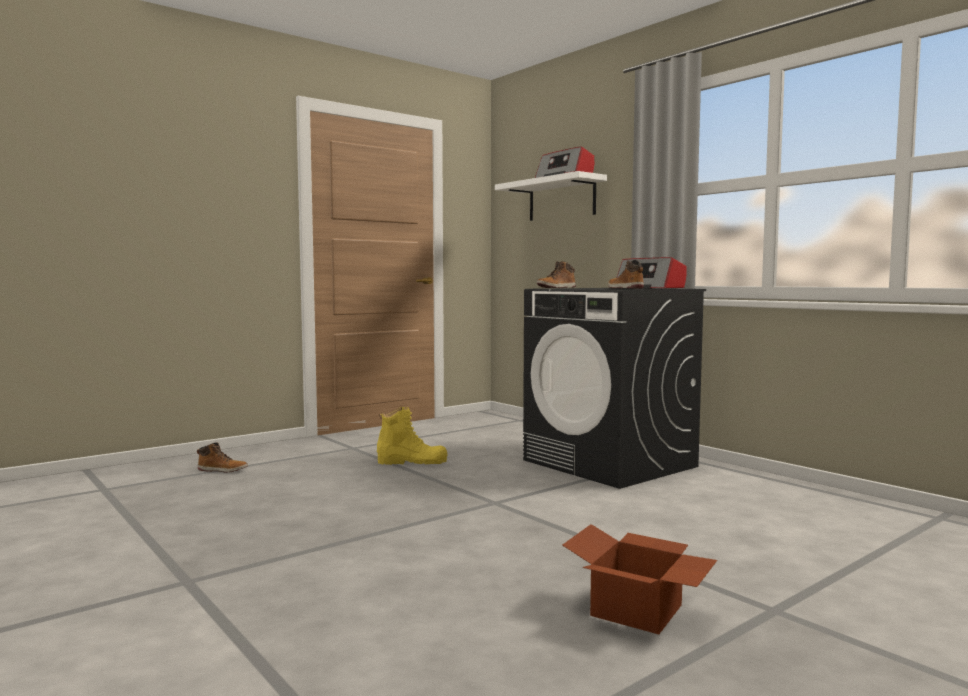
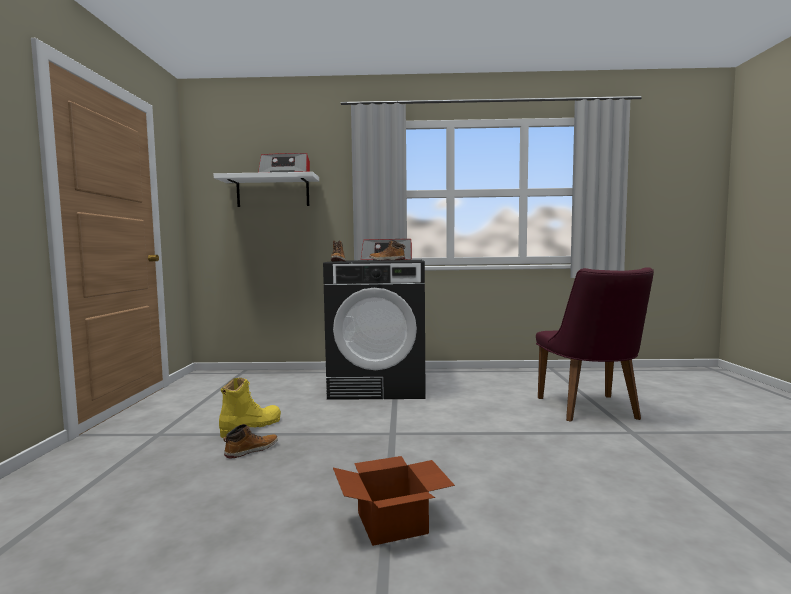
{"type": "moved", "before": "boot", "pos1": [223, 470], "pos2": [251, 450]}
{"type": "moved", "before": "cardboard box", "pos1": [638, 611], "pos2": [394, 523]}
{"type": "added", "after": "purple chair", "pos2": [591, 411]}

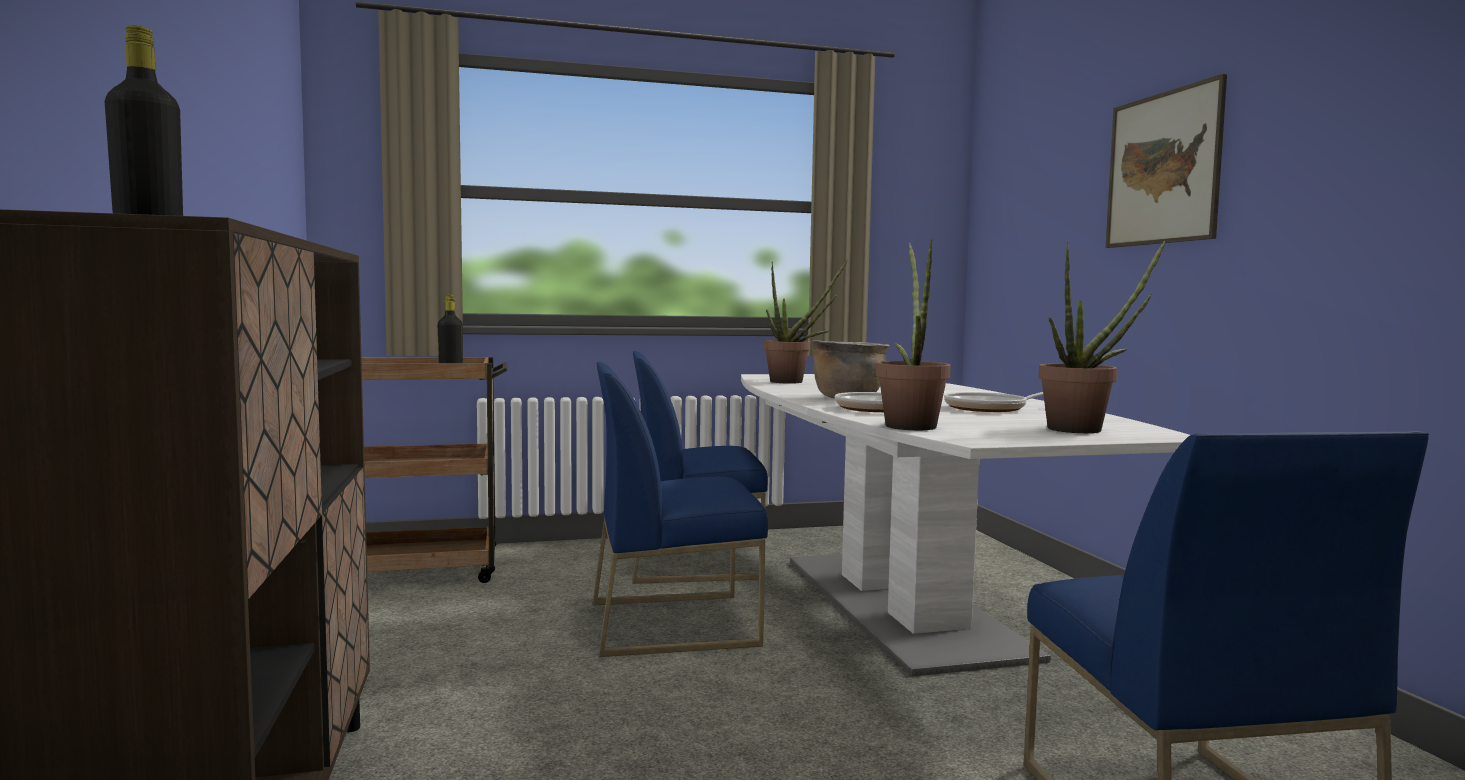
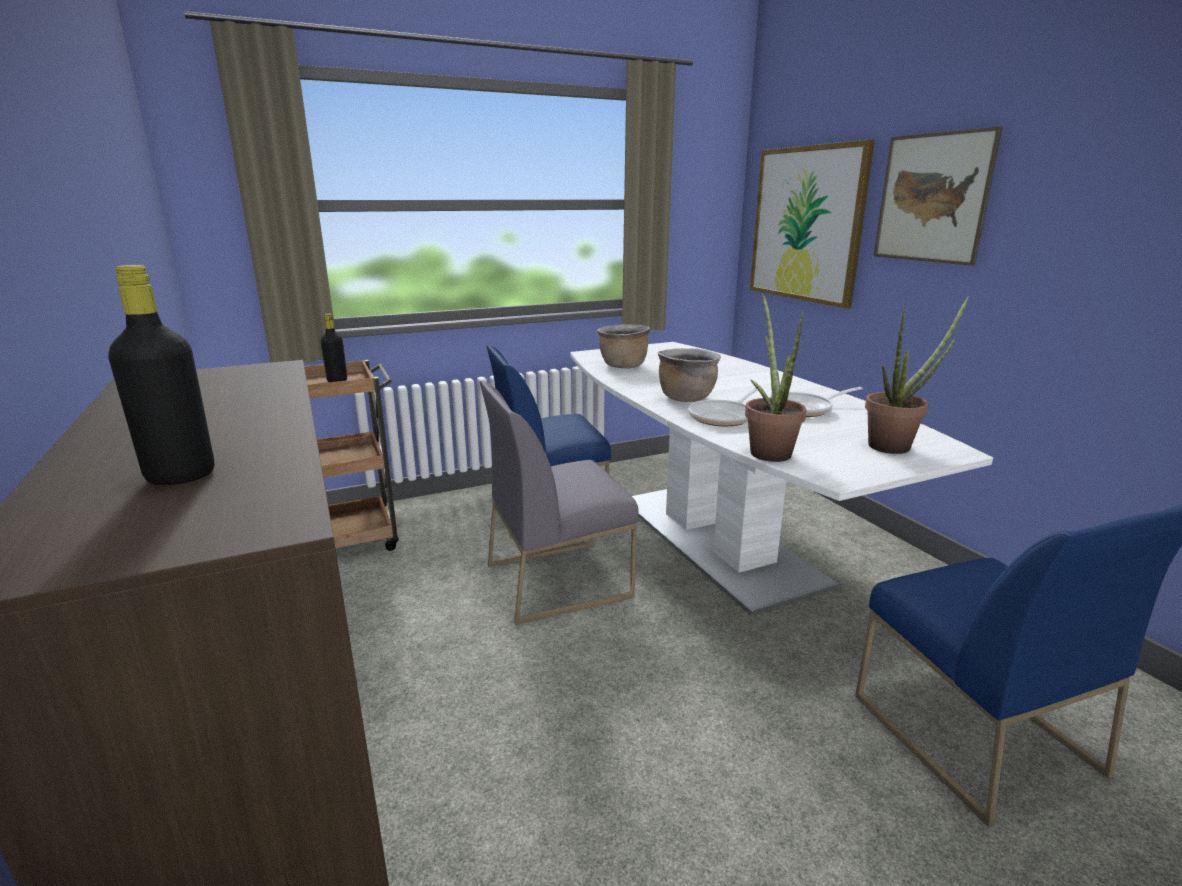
{"type": "replaced", "before": "potted plant", "after": "brown cooking pot", "pos1": [794, 382], "pos2": [623, 366]}
{"type": "recoloured", "before": "blue chair", "after": "grey chair", "pos1": [674, 623], "pos2": [559, 579]}
{"type": "added", "after": "picture", "pos2": [806, 224]}

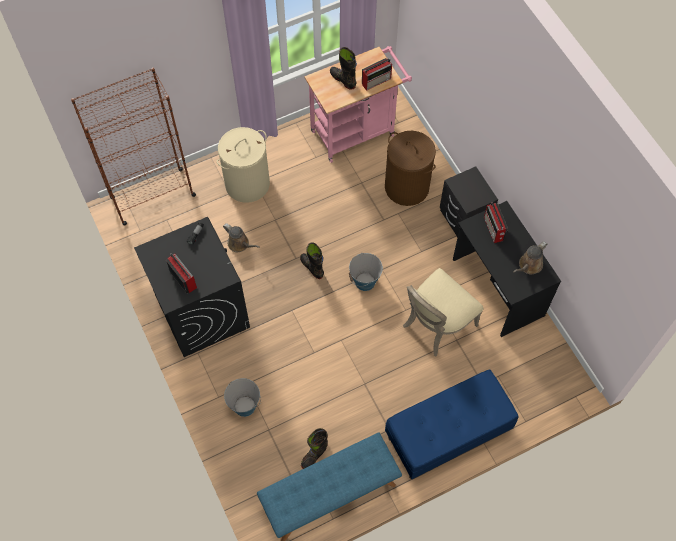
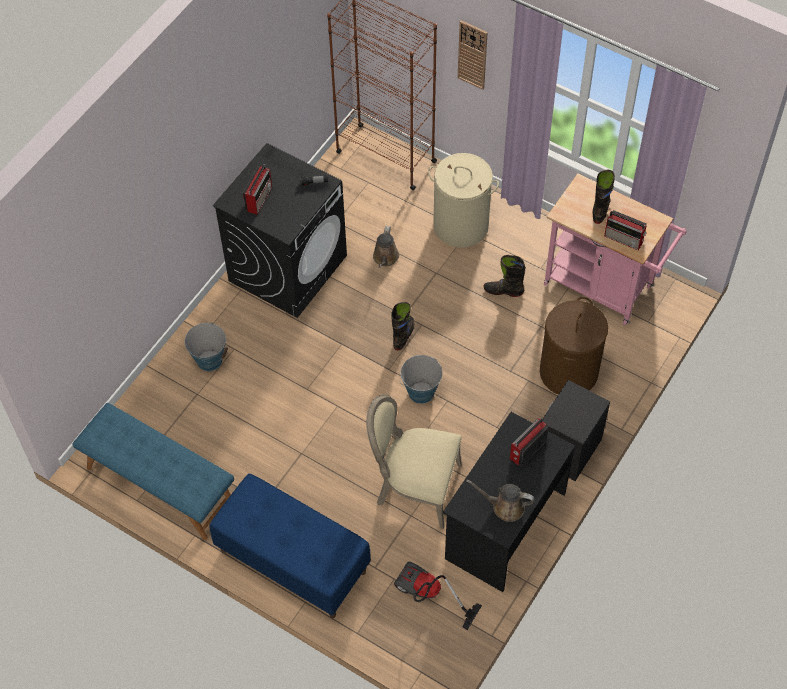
{"type": "moved", "before": "black boot", "pos1": [314, 455], "pos2": [503, 291]}
{"type": "added", "after": "wall clock", "pos2": [472, 54]}
{"type": "added", "after": "vacuum cleaner", "pos2": [428, 596]}

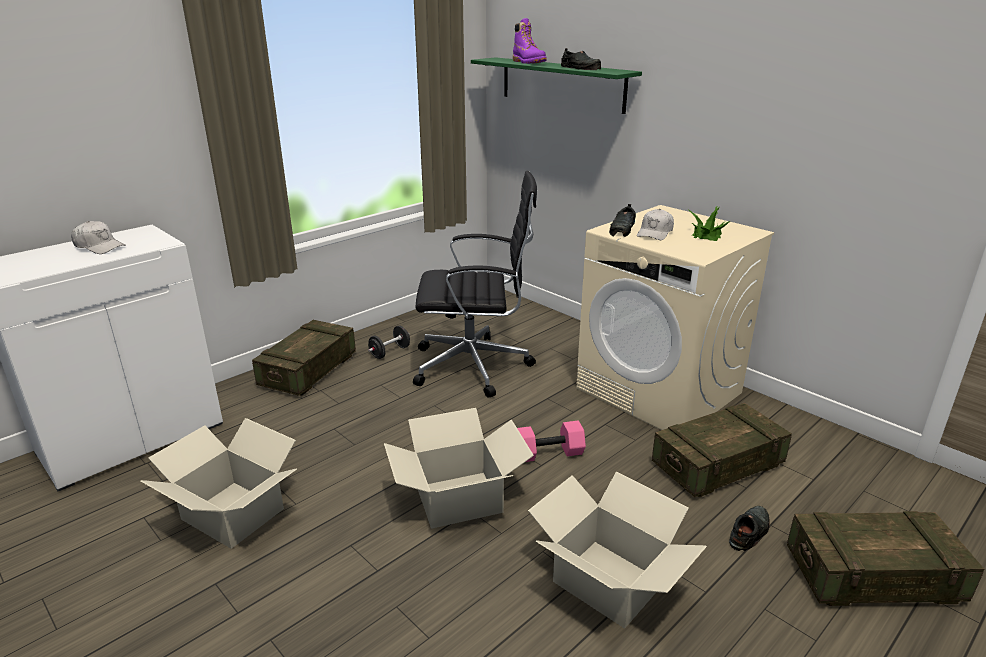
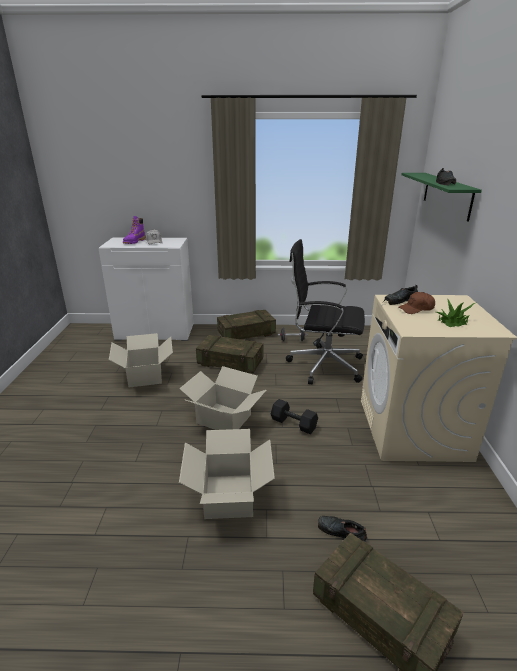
{"type": "moved", "before": "purple boot", "pos1": [528, 62], "pos2": [134, 242]}
{"type": "turned", "before": "black office chair", "pos1": [475, 366], "pos2": [323, 365], "turn": 150}
{"type": "recoloured", "before": "white cap", "after": "brown cap", "pos1": [655, 233], "pos2": [416, 309]}
{"type": "moved", "before": "crate", "pos1": [717, 465], "pos2": [230, 363]}
{"type": "recoloured", "before": "pink dumbbell", "after": "black dumbbell", "pos1": [547, 454], "pos2": [293, 424]}
{"type": "turned", "before": "black shoe", "pos1": [749, 531], "pos2": [340, 532], "turn": -150}

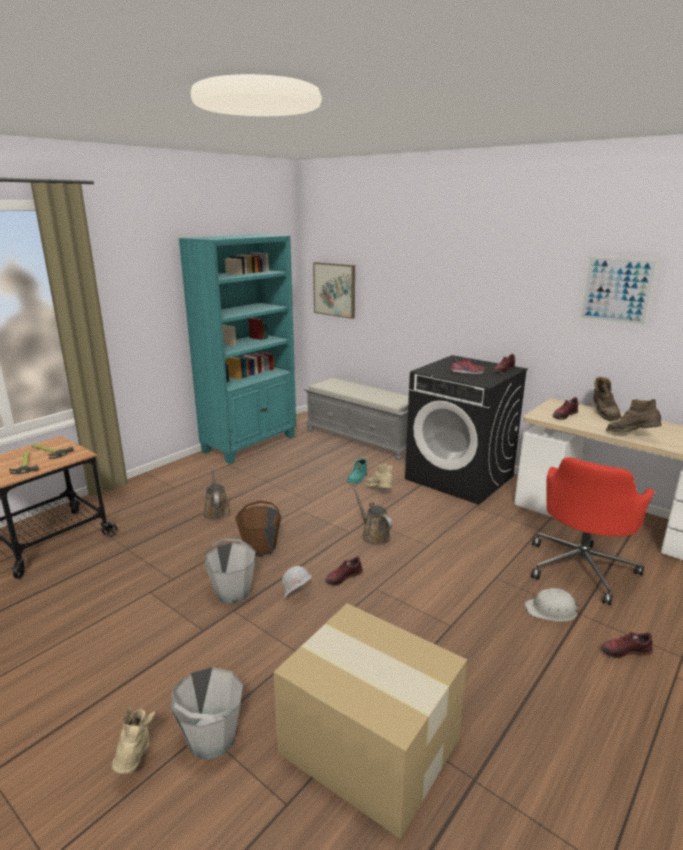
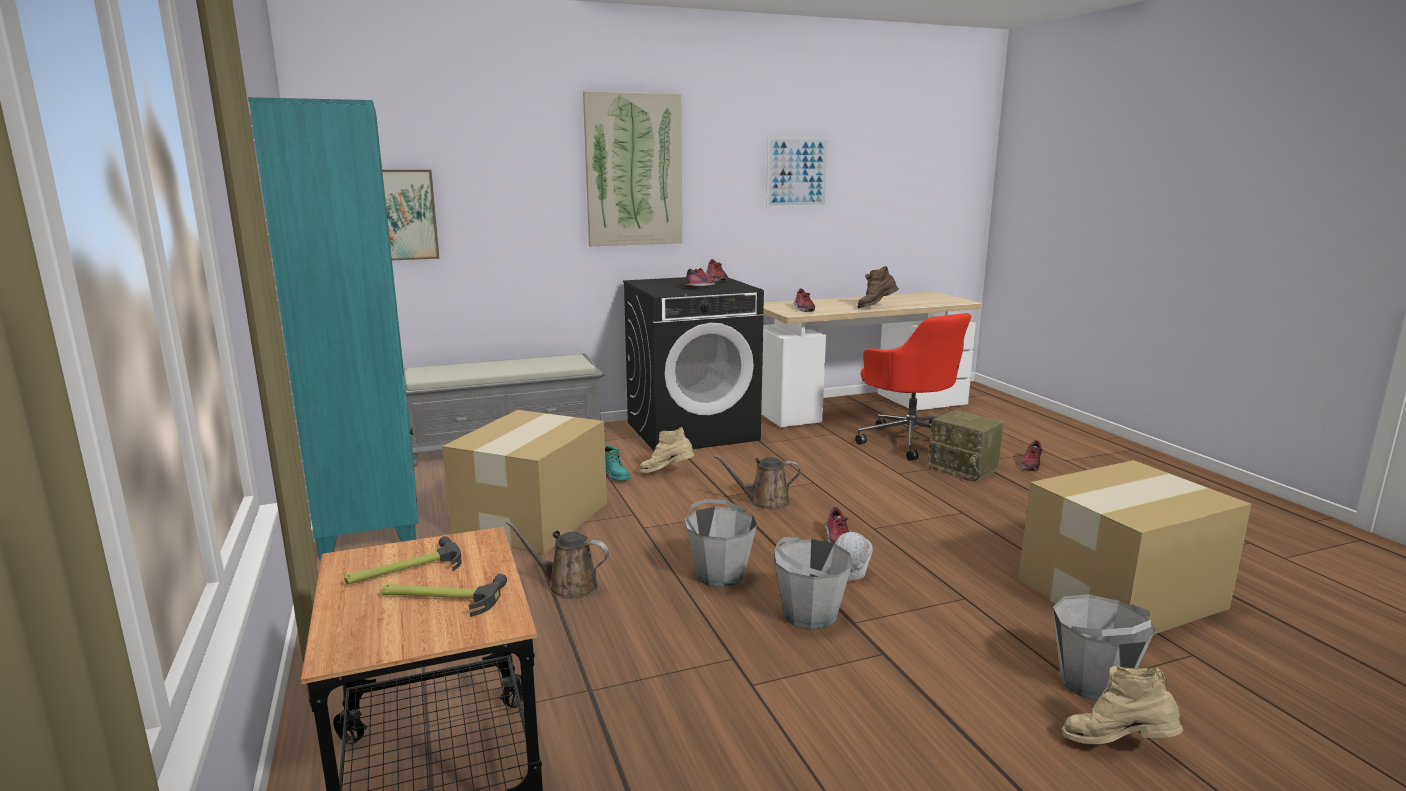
{"type": "removed", "before": "brown boot", "pos1": [603, 414]}
{"type": "recoloured", "before": "brown bucket", "after": "grey bucket", "pos1": [260, 549], "pos2": [720, 574]}
{"type": "replaced", "before": "white hard hat", "after": "radio", "pos1": [551, 610], "pos2": [964, 469]}
{"type": "added", "after": "picture", "pos2": [633, 170]}
{"type": "added", "after": "cardboard box", "pos2": [534, 518]}

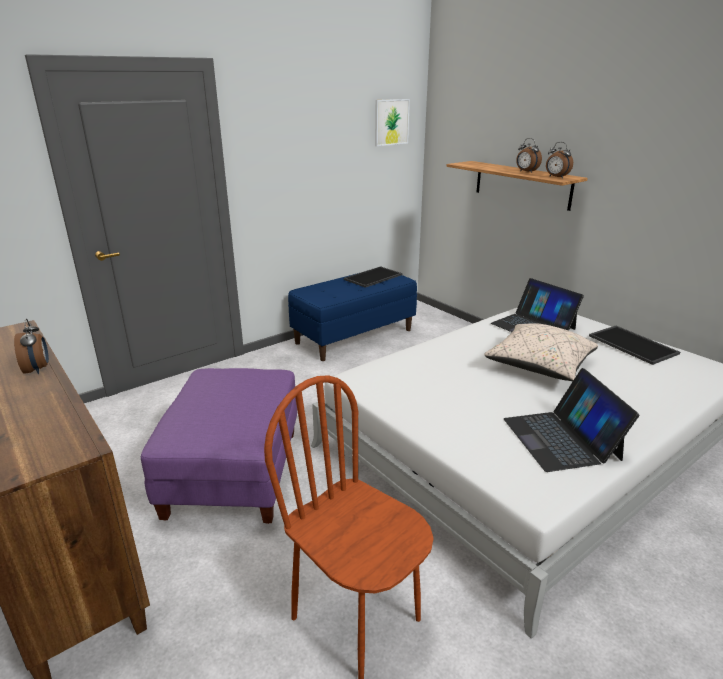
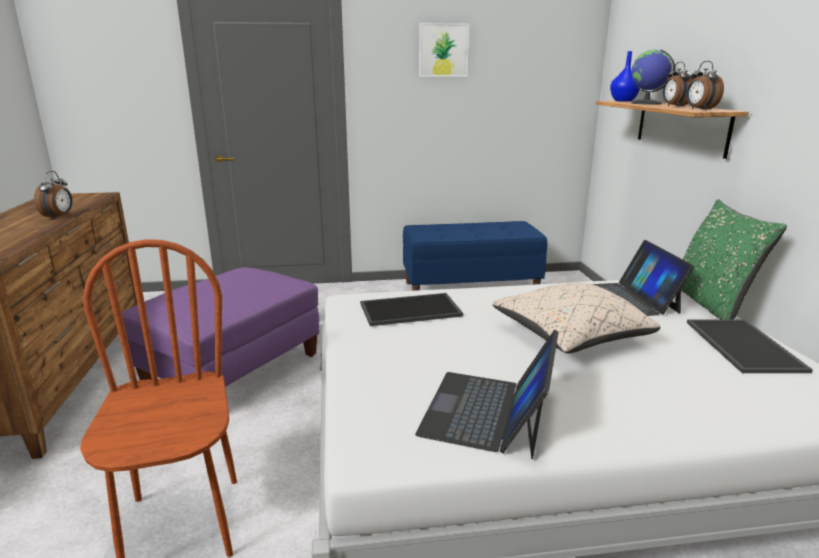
{"type": "moved", "before": "picture", "pos1": [391, 122], "pos2": [443, 50]}
{"type": "moved", "before": "tray", "pos1": [373, 277], "pos2": [409, 310]}
{"type": "added", "after": "globe", "pos2": [646, 103]}
{"type": "added", "after": "blue vase", "pos2": [624, 101]}
{"type": "added", "after": "green pillow", "pos2": [710, 303]}

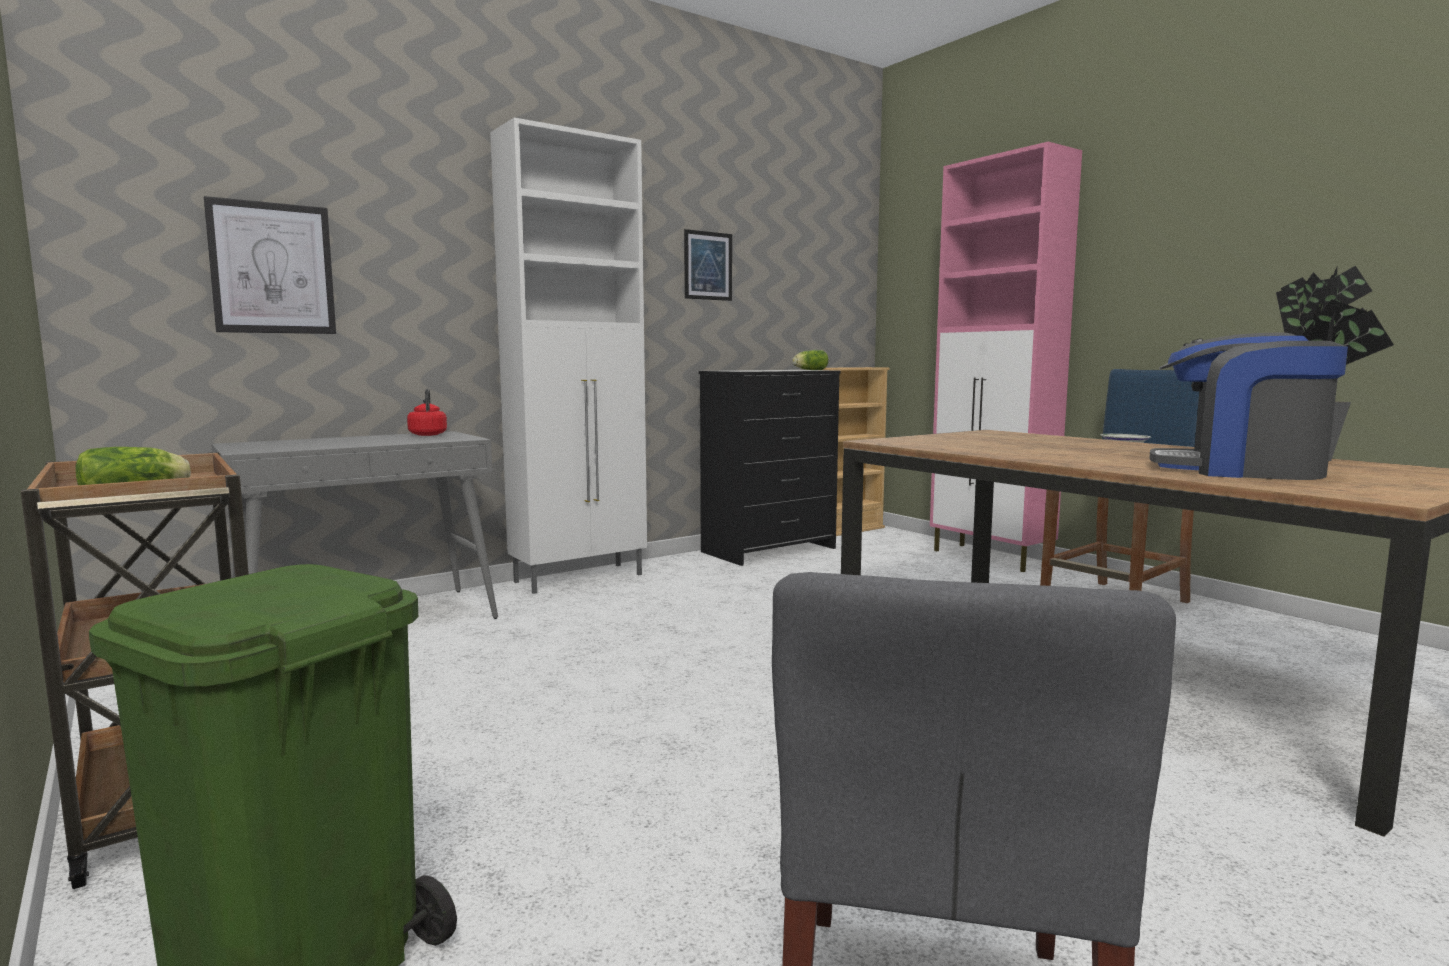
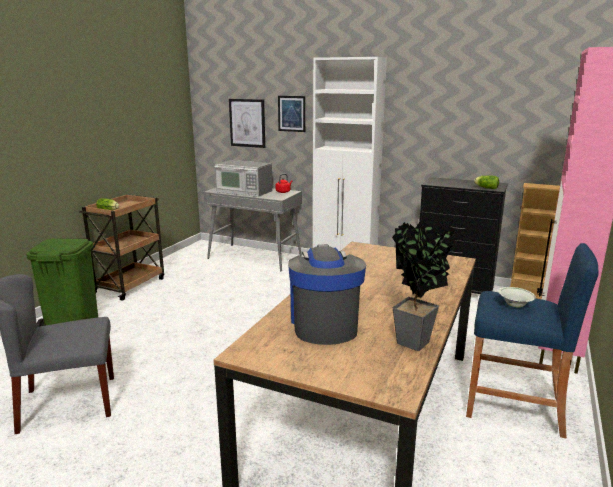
{"type": "moved", "before": "picture", "pos1": [708, 266], "pos2": [291, 113]}
{"type": "added", "after": "microwave", "pos2": [244, 191]}

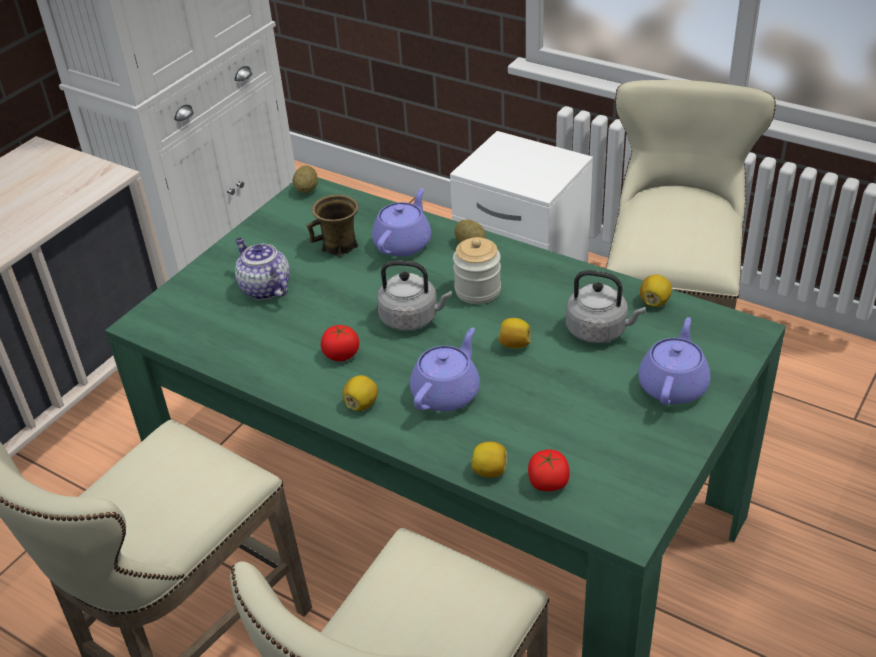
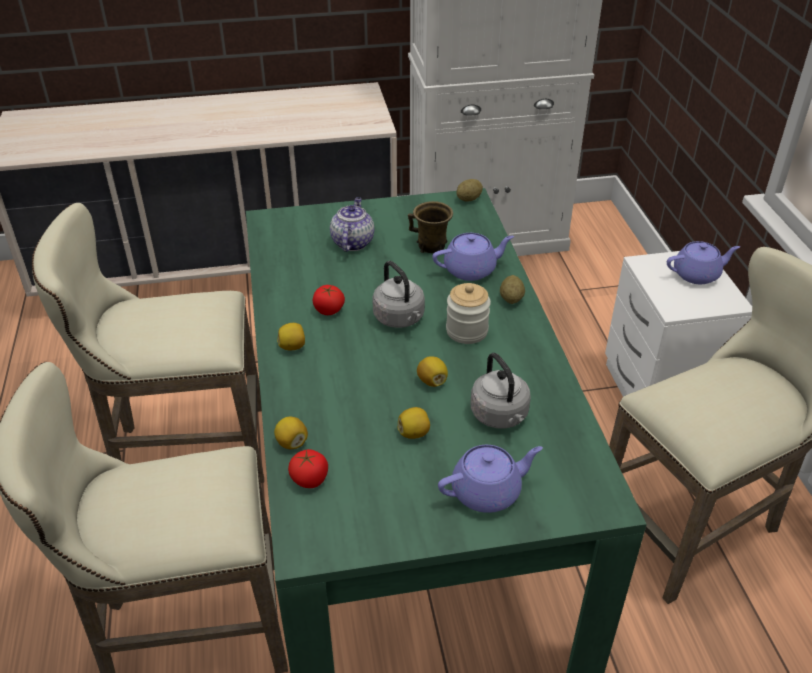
{"type": "moved", "before": "lemon", "pos1": [654, 302], "pos2": [414, 433]}
{"type": "moved", "before": "purple teapot", "pos1": [447, 393], "pos2": [697, 274]}

